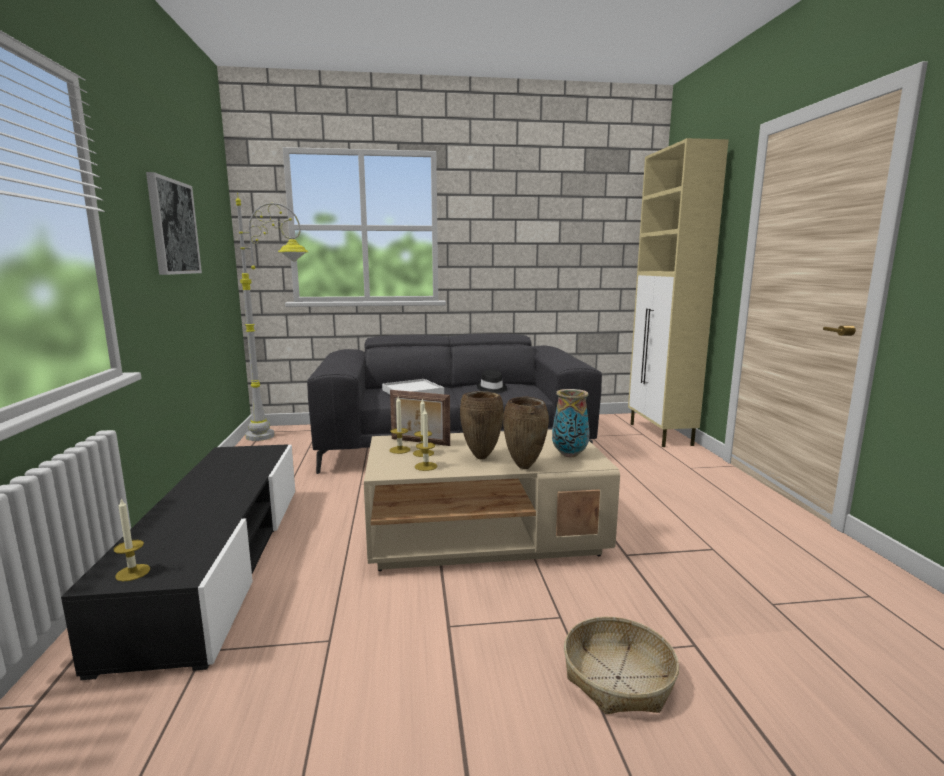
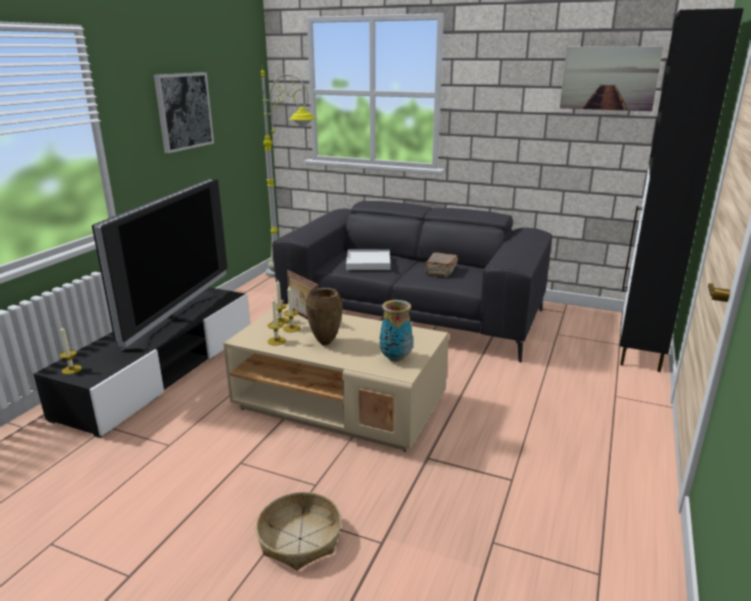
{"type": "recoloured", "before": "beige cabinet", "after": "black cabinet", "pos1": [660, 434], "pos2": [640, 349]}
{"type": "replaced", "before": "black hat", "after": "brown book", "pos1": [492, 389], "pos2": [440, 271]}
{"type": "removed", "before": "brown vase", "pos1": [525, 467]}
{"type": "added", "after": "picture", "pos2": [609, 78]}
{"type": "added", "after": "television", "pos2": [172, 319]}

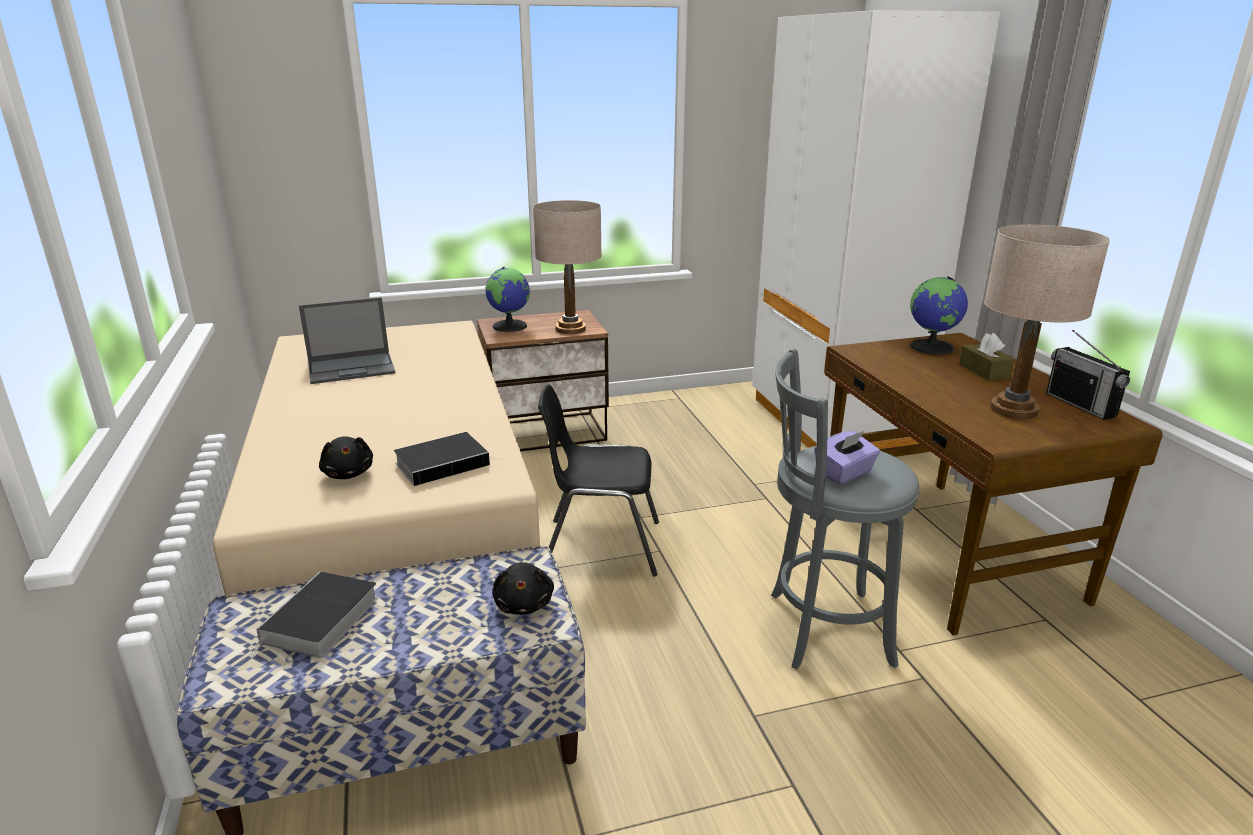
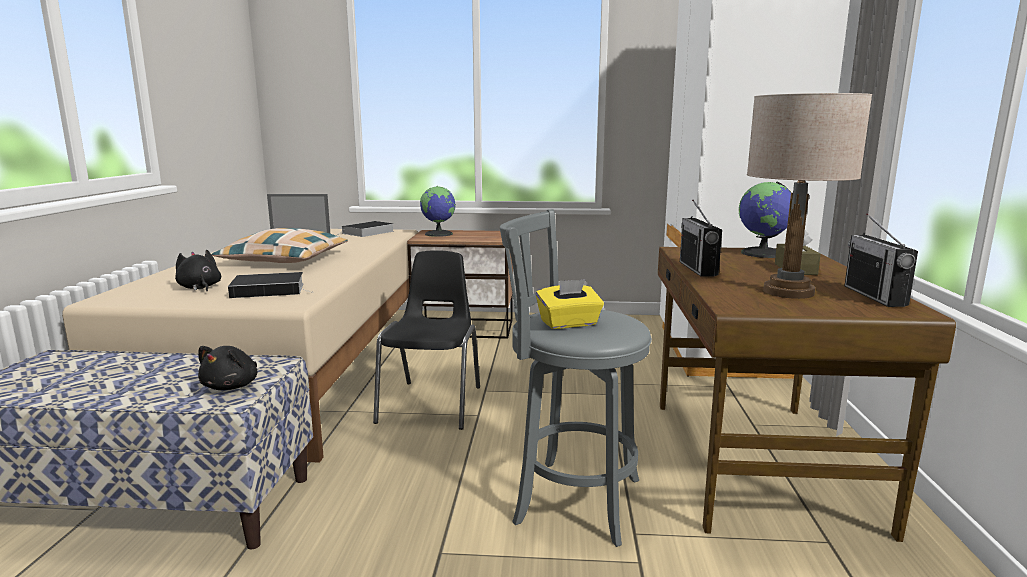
{"type": "removed", "before": "beige table lamp", "pos1": [571, 329]}
{"type": "turned", "before": "black chair", "pos1": [600, 545], "pos2": [433, 404], "turn": 75}
{"type": "recoloured", "before": "purple tissue box", "after": "yellow tissue box", "pos1": [845, 473], "pos2": [569, 323]}
{"type": "turned", "before": "black plush toy", "pos1": [348, 473], "pos2": [199, 288], "turn": 150}
{"type": "moved", "before": "book", "pos1": [320, 622], "pos2": [367, 232]}
{"type": "added", "after": "radio", "pos2": [697, 269]}
{"type": "added", "after": "pillow", "pos2": [285, 260]}

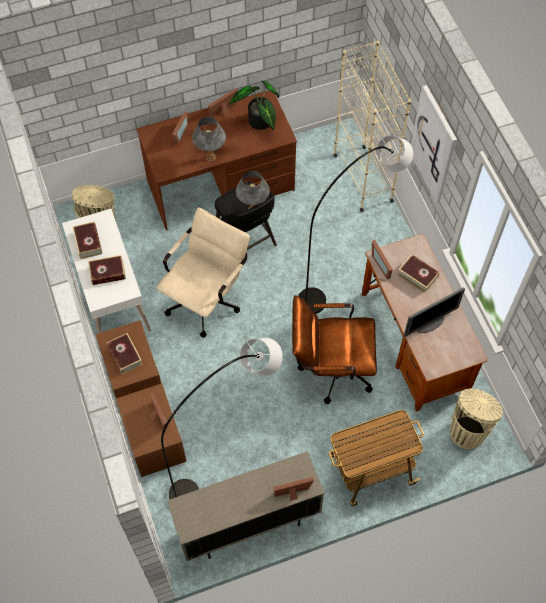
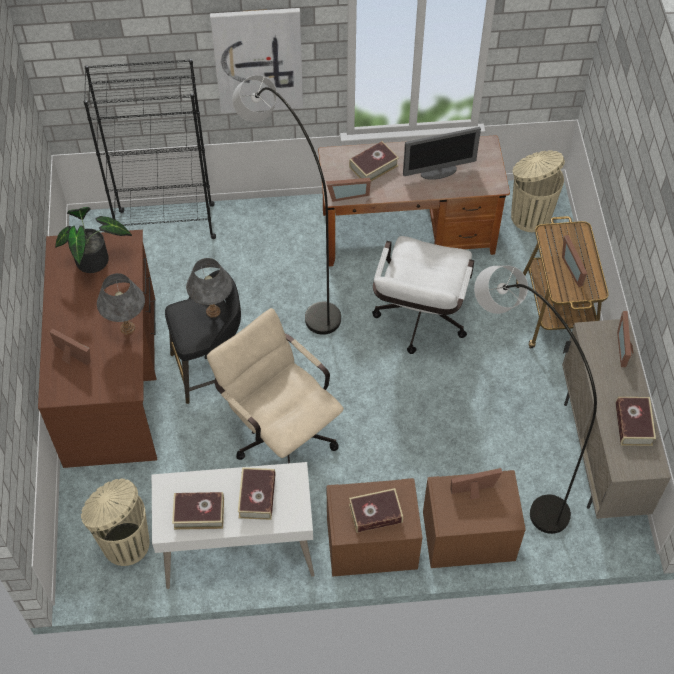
{"type": "recoloured", "before": "beige bookcase", "after": "black bookcase", "pos1": [362, 178], "pos2": [166, 224]}
{"type": "moved", "before": "picture frame", "pos1": [225, 111], "pos2": [575, 268]}
{"type": "turned", "before": "monitor", "pos1": [430, 323], "pos2": [439, 172], "turn": 90}
{"type": "recoloured", "before": "brown office chair", "after": "white office chair", "pos1": [330, 368], "pos2": [419, 322]}
{"type": "added", "after": "book", "pos2": [633, 424]}

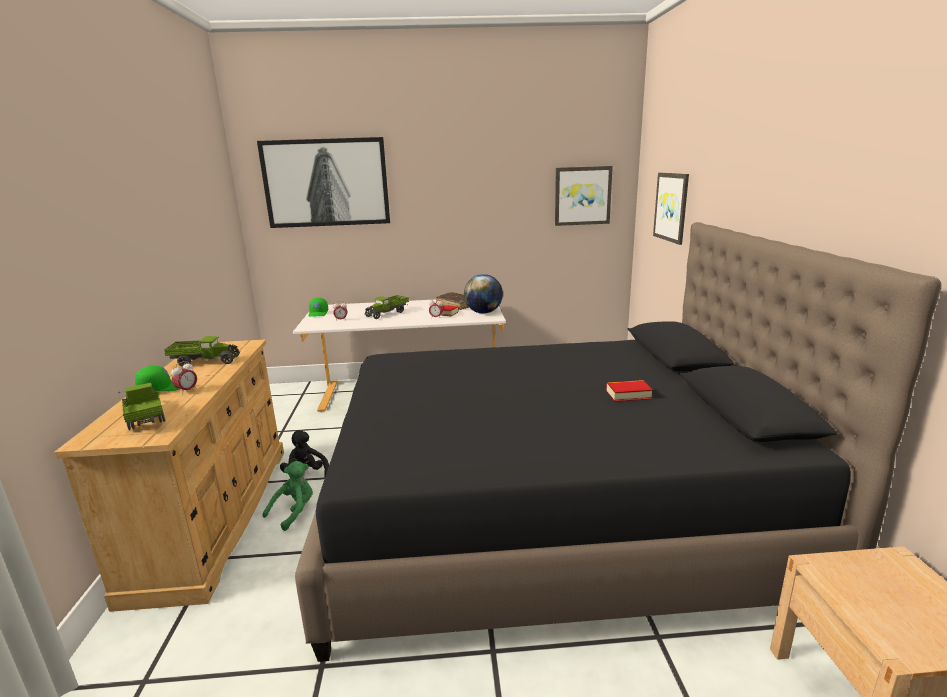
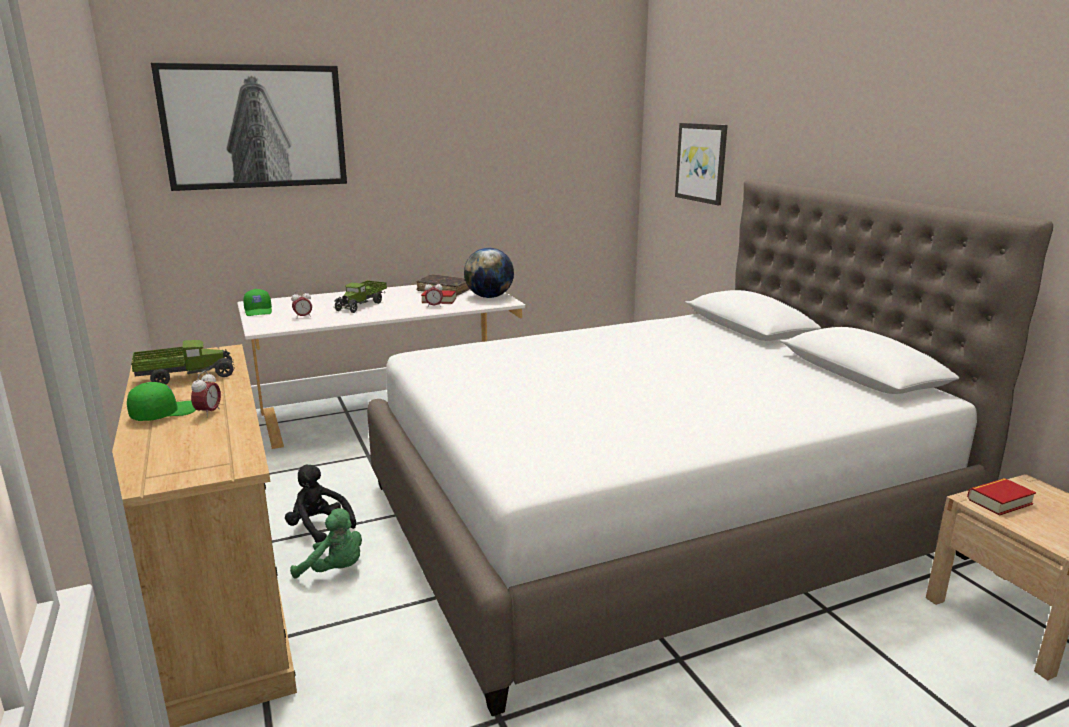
{"type": "removed", "before": "picture", "pos1": [582, 196]}
{"type": "recoloured", "before": "black bed", "after": "white bed", "pos1": [550, 513], "pos2": [651, 518]}
{"type": "moved", "before": "book", "pos1": [628, 395], "pos2": [999, 501]}
{"type": "removed", "before": "toy truck", "pos1": [145, 418]}
{"type": "turned", "before": "green plush toy", "pos1": [294, 512], "pos2": [335, 570], "turn": 90}

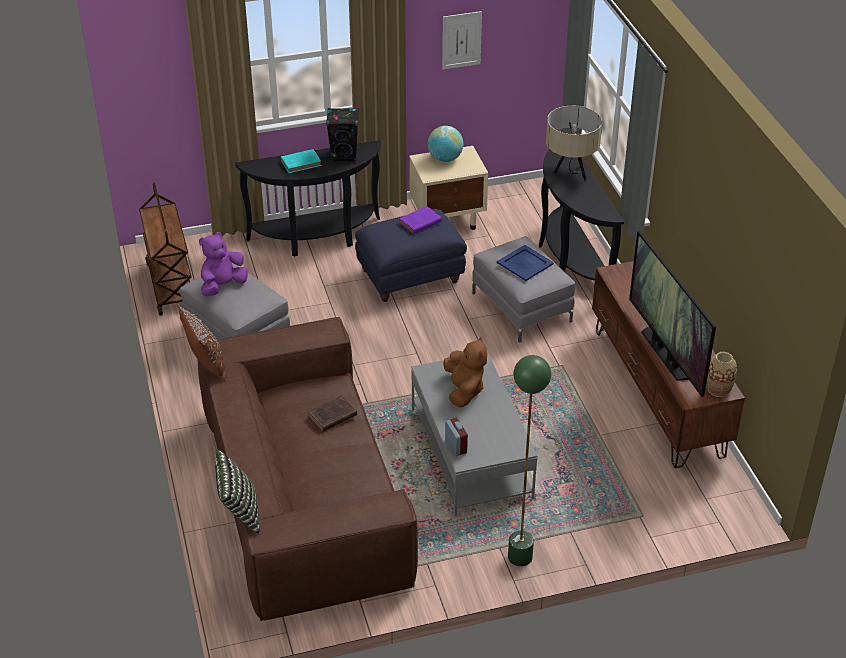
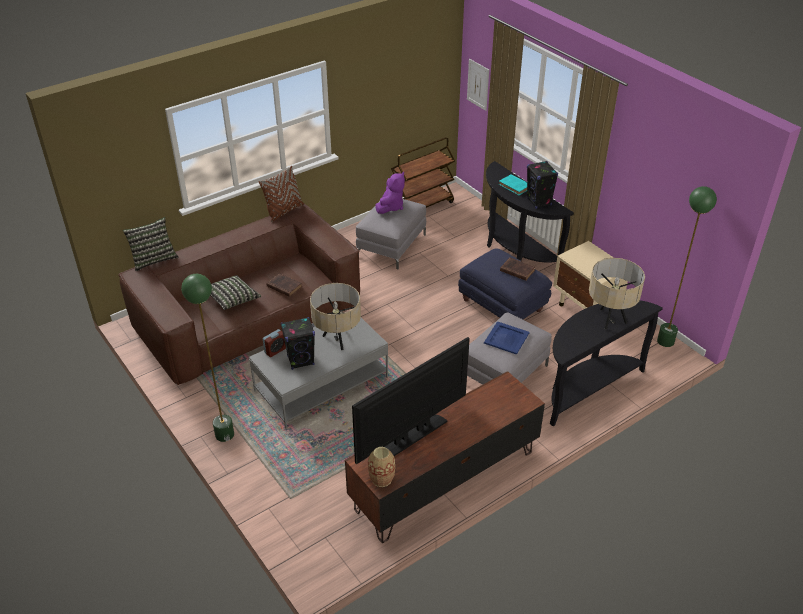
{"type": "moved", "before": "picture", "pos1": [461, 40], "pos2": [478, 84]}
{"type": "removed", "before": "globe", "pos1": [445, 158]}
{"type": "recoloured", "before": "purple book", "after": "brown book", "pos1": [419, 223], "pos2": [516, 270]}
{"type": "turned", "before": "purple plush toy", "pos1": [223, 286], "pos2": [390, 207], "turn": 90}
{"type": "replaced", "before": "brown plush toy", "after": "beige table lamp", "pos1": [464, 390], "pos2": [337, 341]}
{"type": "added", "after": "green floor lamp", "pos2": [665, 341]}
{"type": "added", "after": "pillow", "pos2": [232, 299]}
{"type": "added", "after": "black speaker", "pos2": [301, 360]}

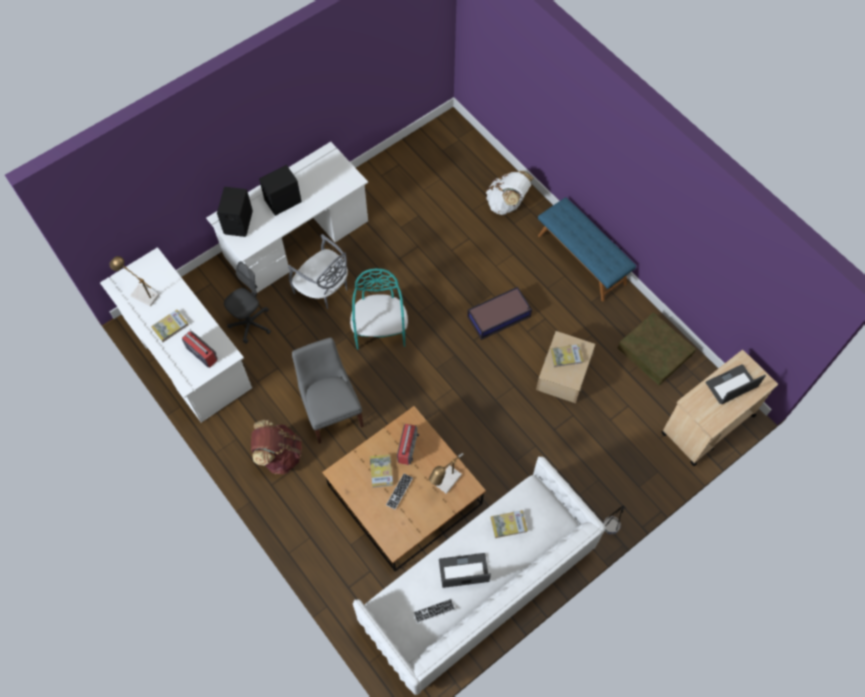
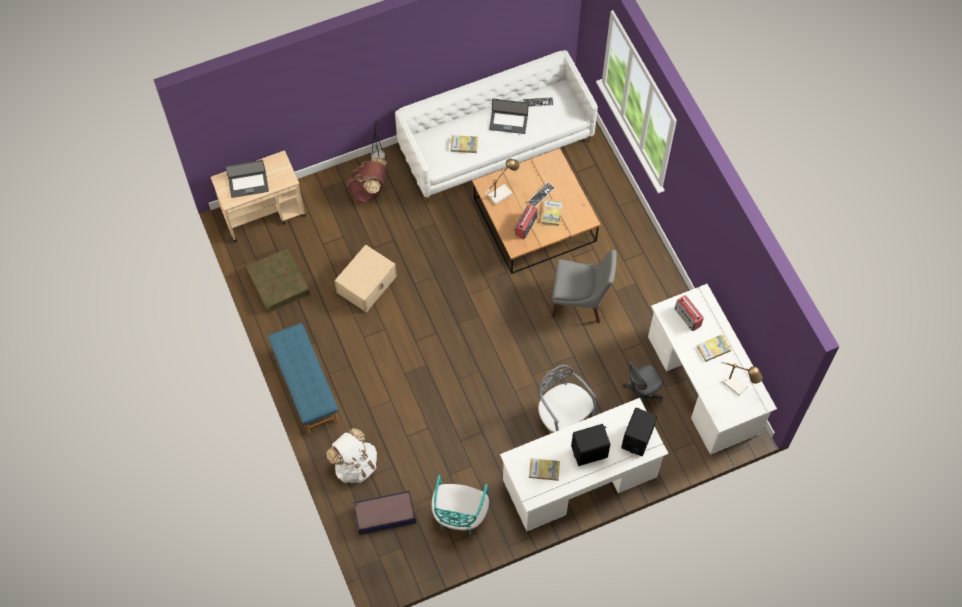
{"type": "moved", "before": "turquoise chair", "pos1": [380, 329], "pos2": [459, 515]}
{"type": "moved", "before": "storage box", "pos1": [499, 316], "pos2": [384, 515]}
{"type": "turned", "before": "grey chair", "pos1": [331, 409], "pos2": [580, 301], "turn": -75}
{"type": "moved", "before": "book", "pos1": [566, 356], "pos2": [544, 470]}
{"type": "moved", "before": "brown backpack", "pos1": [279, 455], "pos2": [369, 190]}

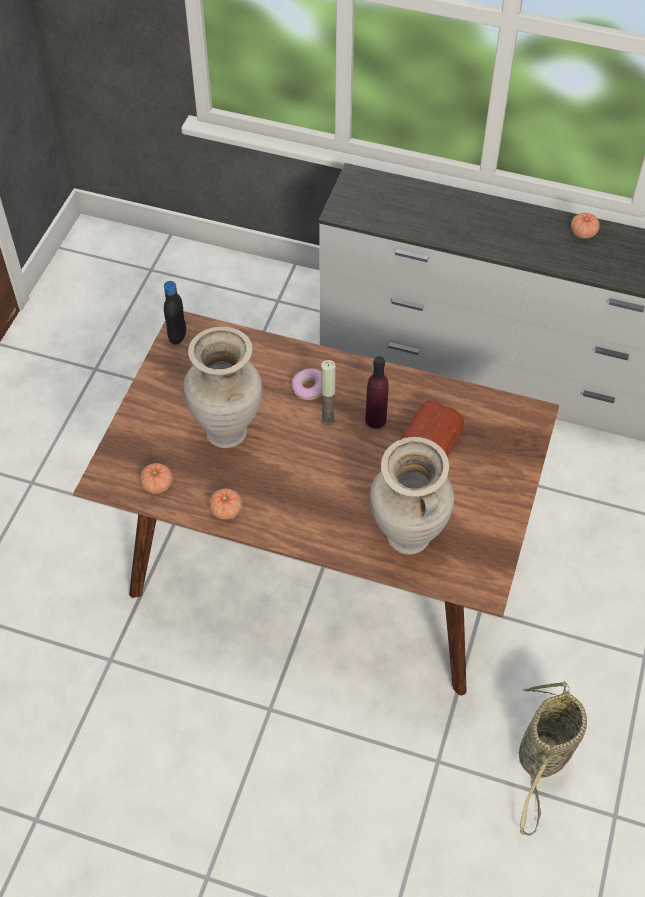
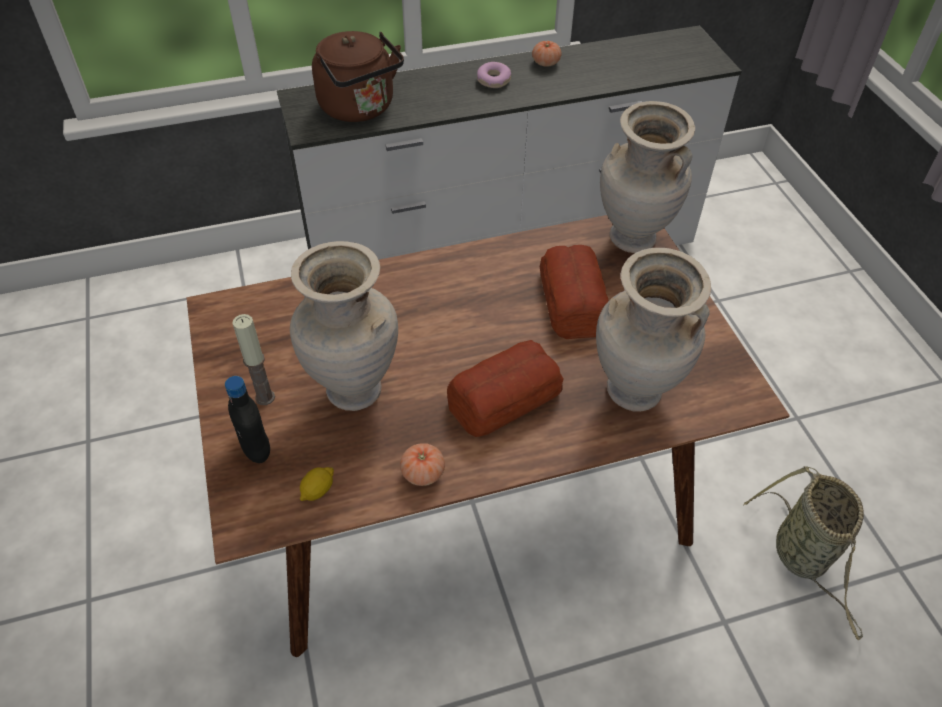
{"type": "moved", "before": "black bottle", "pos1": [177, 336], "pos2": [257, 450]}
{"type": "removed", "before": "purple bottle", "pos1": [375, 420]}
{"type": "moved", "before": "candle", "pos1": [328, 419], "pos2": [265, 397]}
{"type": "moved", "before": "donut", "pos1": [309, 388], "pos2": [493, 80]}
{"type": "replaced", "before": "tomato", "after": "lemon", "pos1": [157, 484], "pos2": [318, 490]}
{"type": "added", "after": "brown kettle", "pos2": [360, 109]}
{"type": "added", "after": "beige vase", "pos2": [632, 240]}
{"type": "added", "after": "bread", "pos2": [503, 398]}

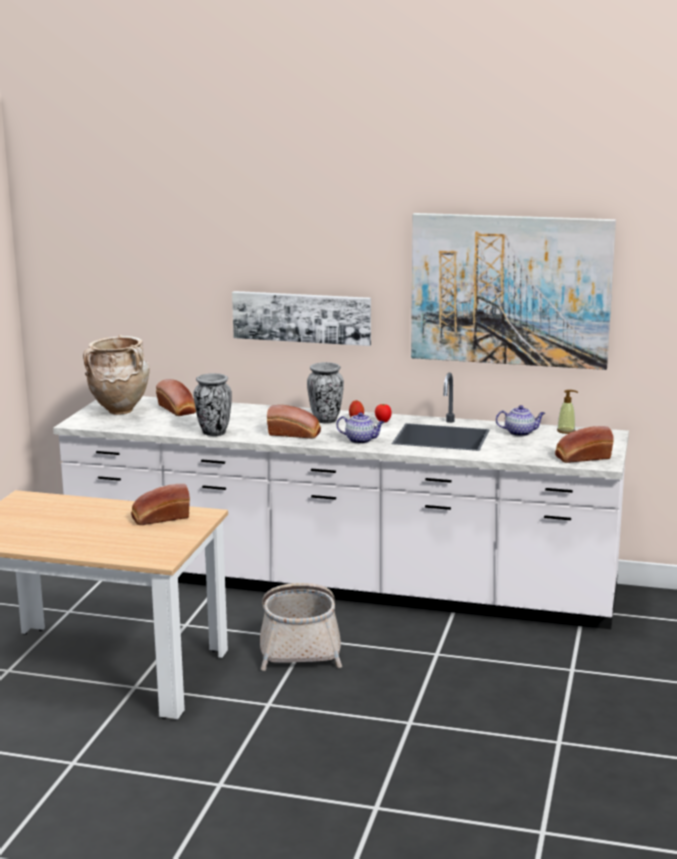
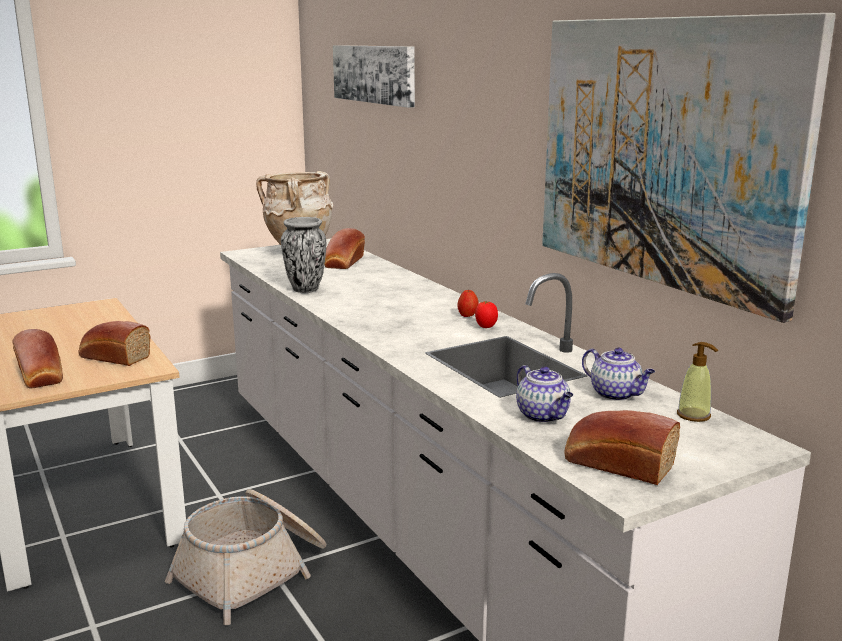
{"type": "moved", "before": "picture", "pos1": [302, 317], "pos2": [374, 74]}
{"type": "removed", "before": "vase", "pos1": [326, 420]}
{"type": "moved", "before": "bread", "pos1": [295, 434], "pos2": [40, 376]}
{"type": "moved", "before": "teapot", "pos1": [361, 440], "pos2": [543, 416]}

